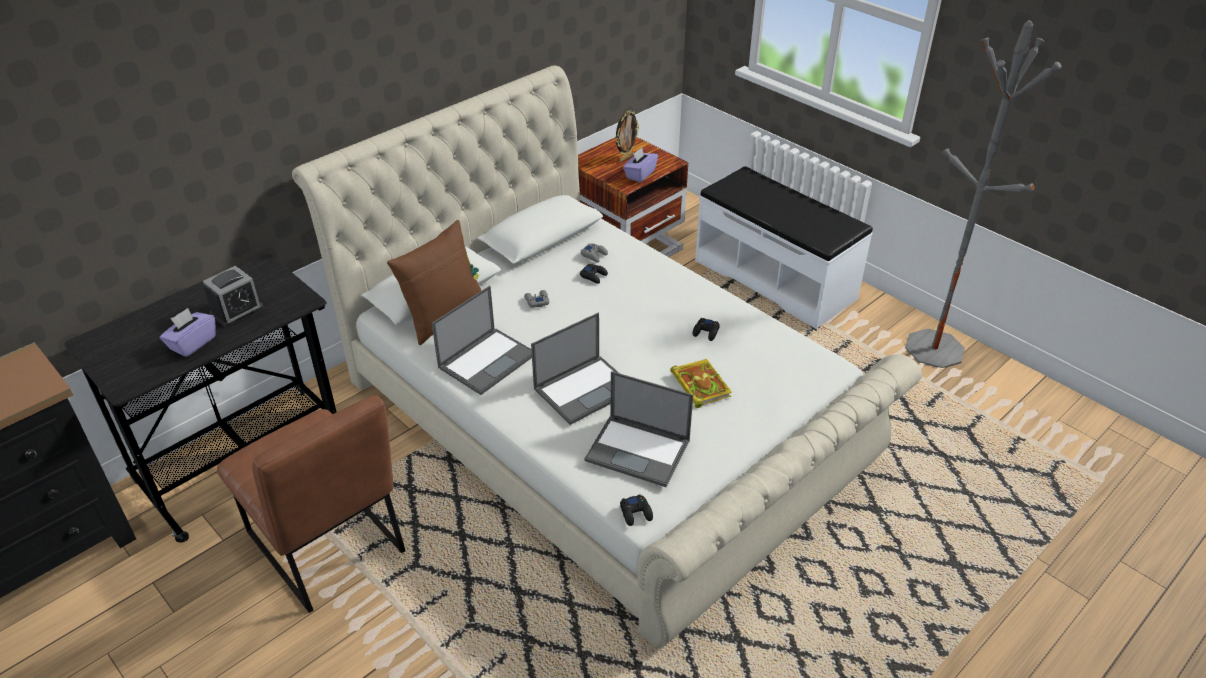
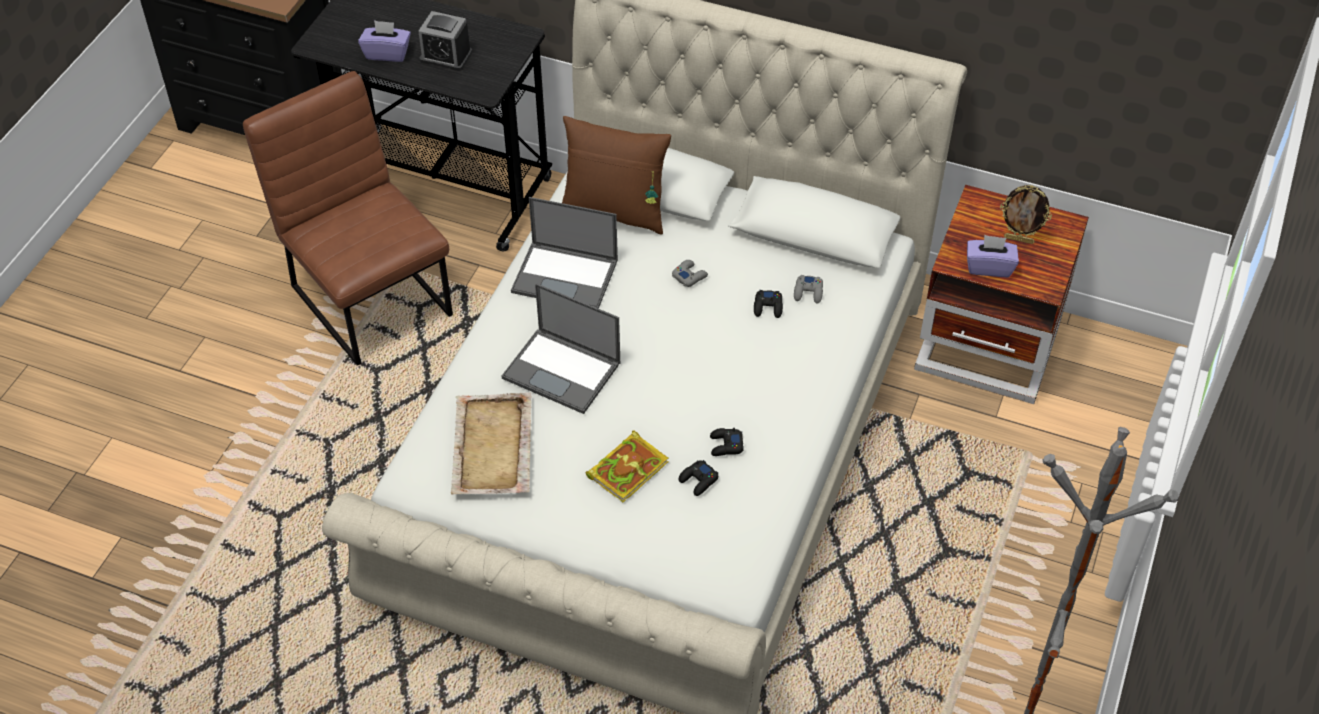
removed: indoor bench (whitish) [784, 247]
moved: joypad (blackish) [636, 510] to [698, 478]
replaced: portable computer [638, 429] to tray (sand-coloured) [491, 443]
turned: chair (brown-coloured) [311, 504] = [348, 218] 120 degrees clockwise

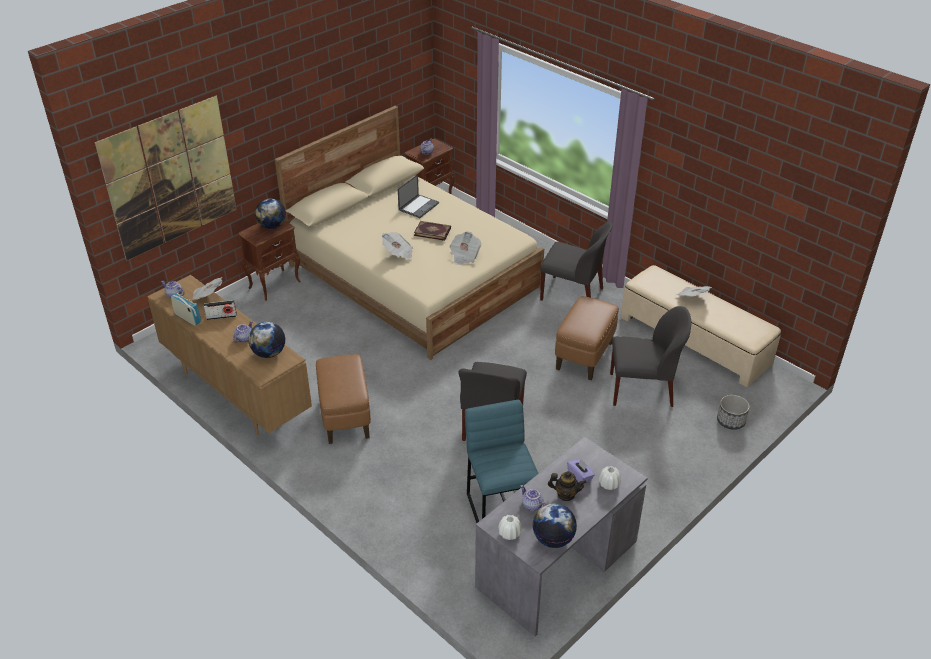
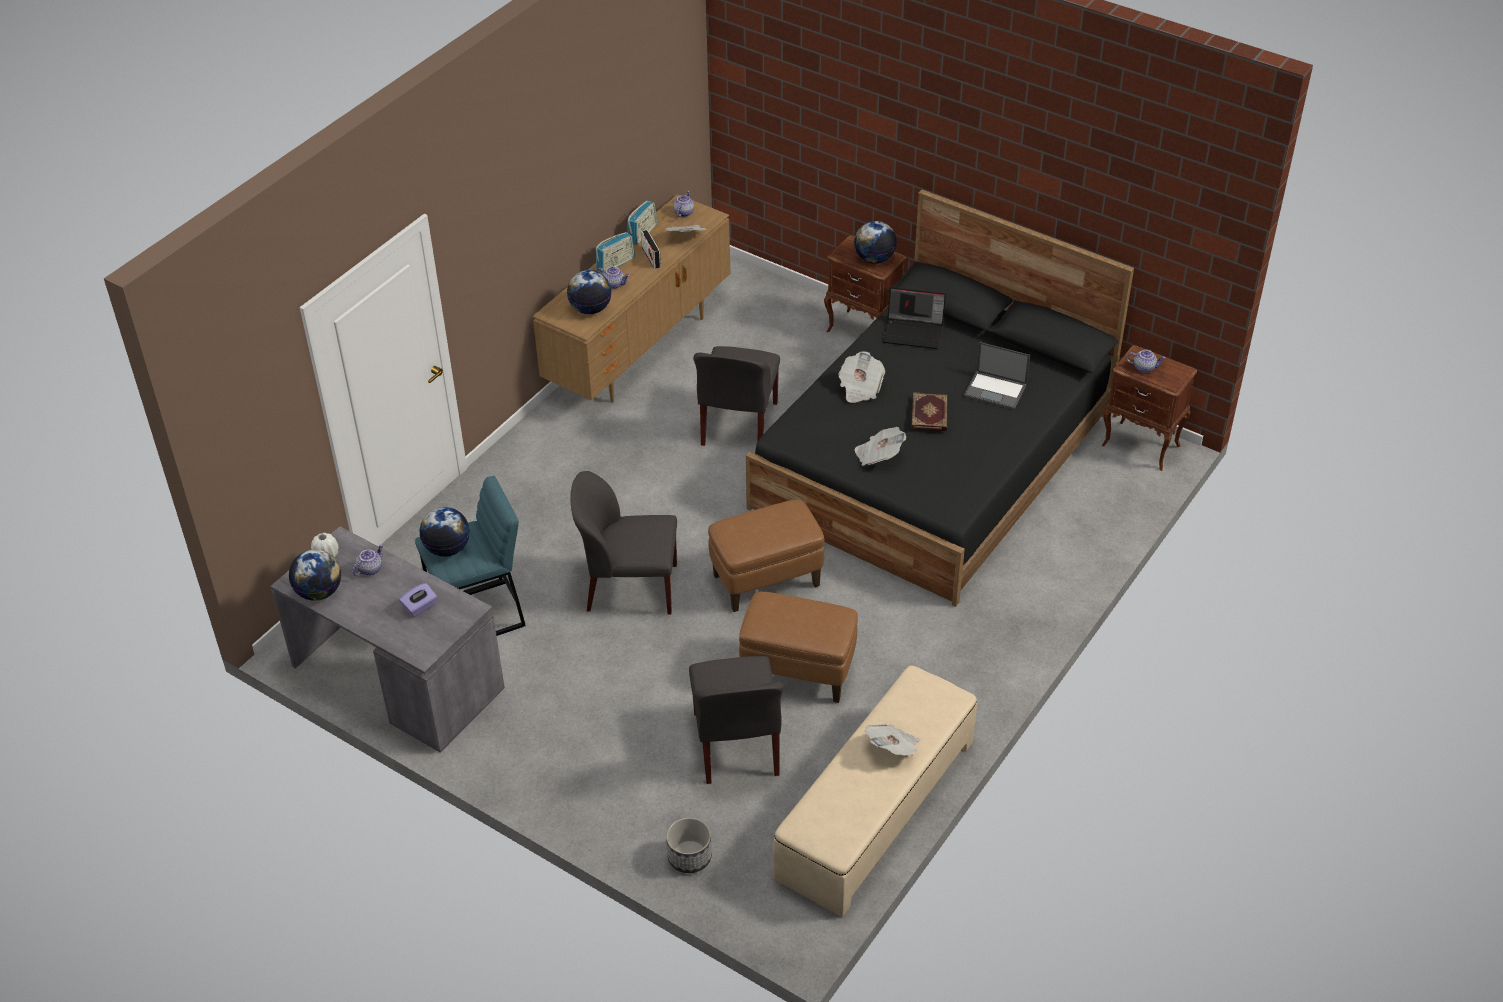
removed: wall art [166, 178]; teapot [567, 486]; vase (whitish) [610, 478]
added: desk globe [444, 532]; radio receiver [615, 253]; portable computer [914, 318]
moved: footrest (brown-coloured) [343, 399] to [766, 555]; chair (grey) [576, 261] to [736, 396]
recoloured: sleeping bed (sand-coloured) [409, 233] to sleeping bed (blackish) [940, 398]

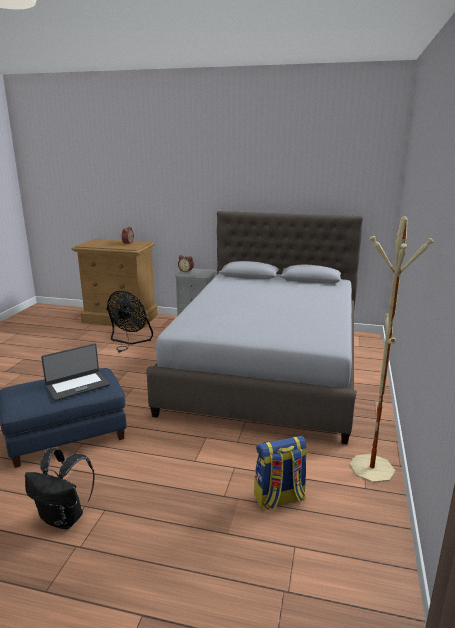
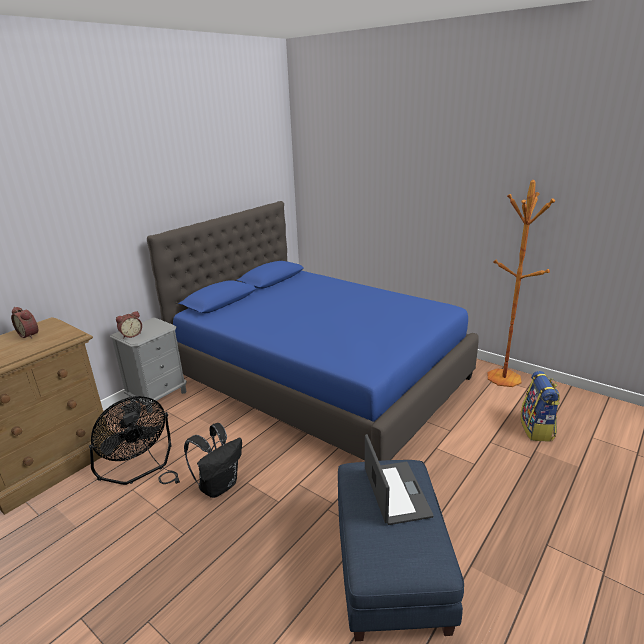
moved: rucksack (blackish) [60, 488] to [213, 460]
recoloured: sleeping bed (grey) [254, 327] to sleeping bed (bluish) [313, 331]; garment rack (sand-coloured) [391, 349] to garment rack (orangey) [521, 283]

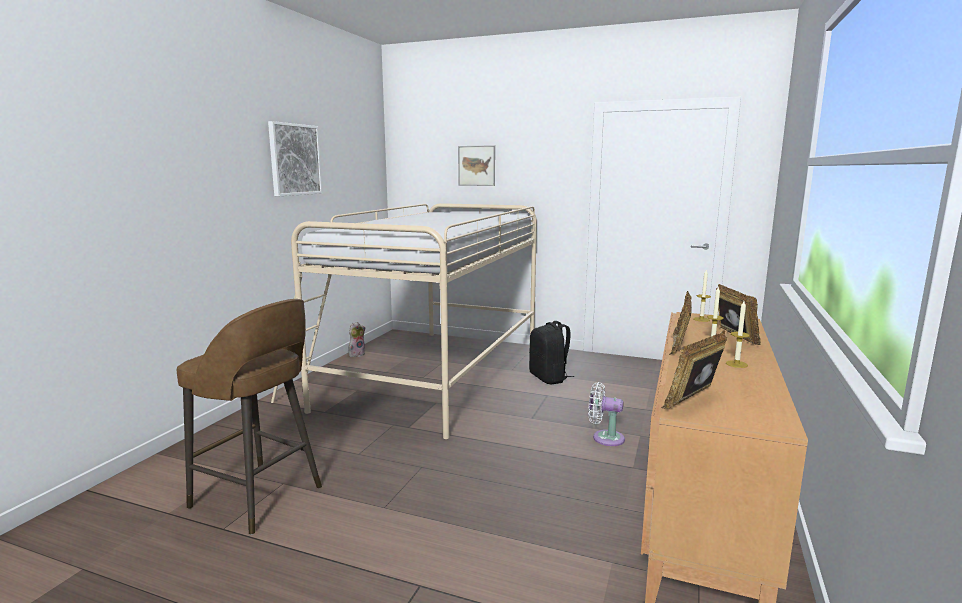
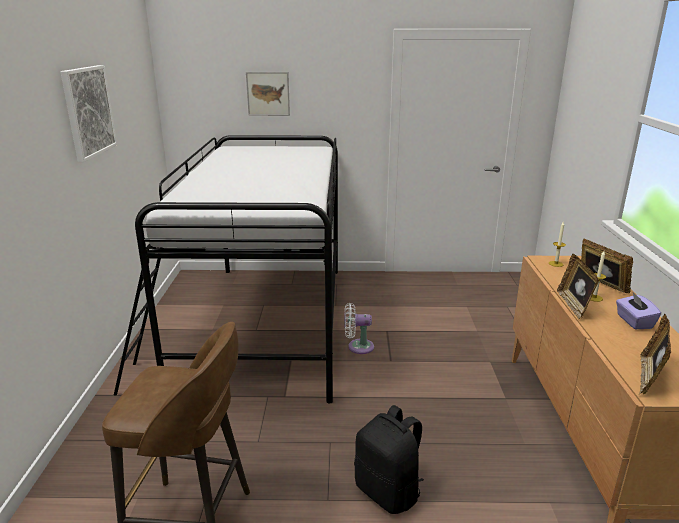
removed: soft toy [357, 339]
moved: rucksack (blackish) [551, 352] to [389, 459]; cooling fan (whitish) [606, 414] to [359, 328]
replaced: wax candle [738, 334] to tissue holder (purplish) [638, 310]
recoloured: sleeping bed (sand-coloured) [404, 321] to sleeping bed (blackish) [226, 269]

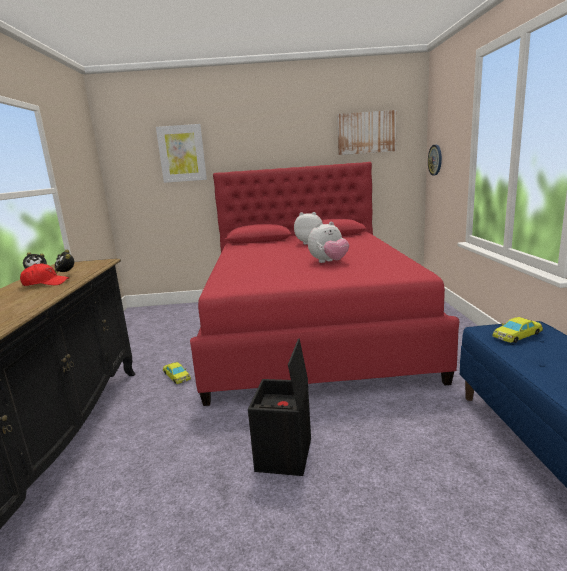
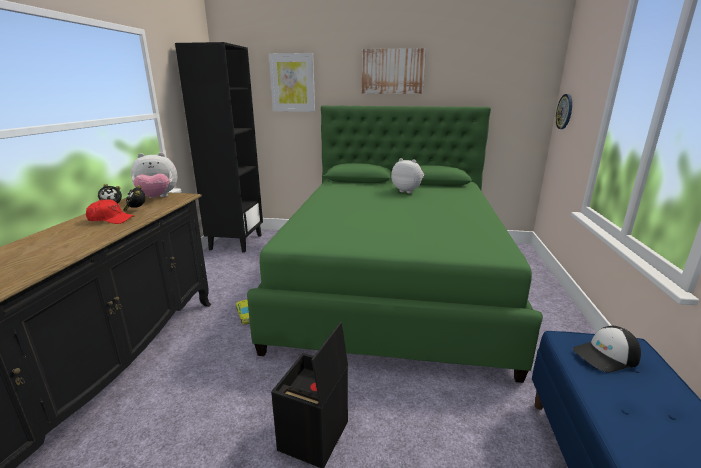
added: shelving unit (blackish) [219, 147]
moved: soft toy [328, 242] to [154, 175]; wall art [366, 132] to [394, 71]
replaced: miniature car (yellowish) [518, 330] to cap [607, 349]
recoloured: sleeping bed (red) [325, 284] to sleeping bed (green) [395, 244]

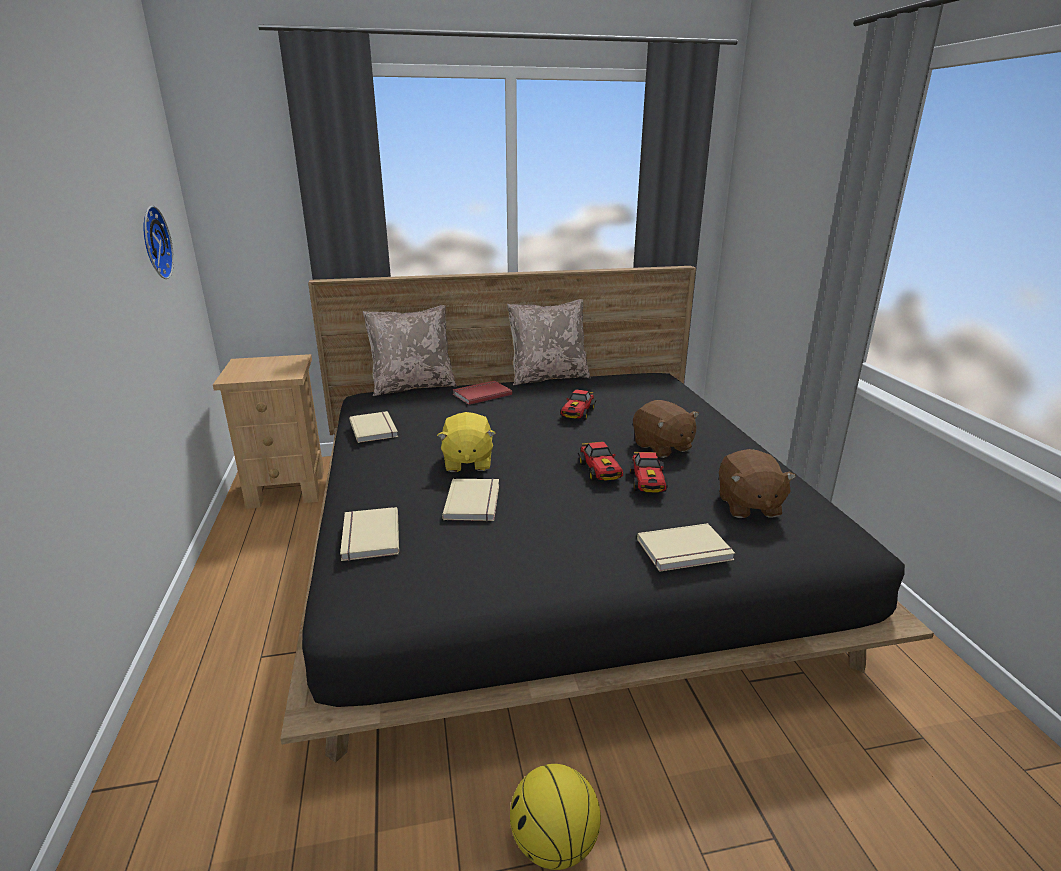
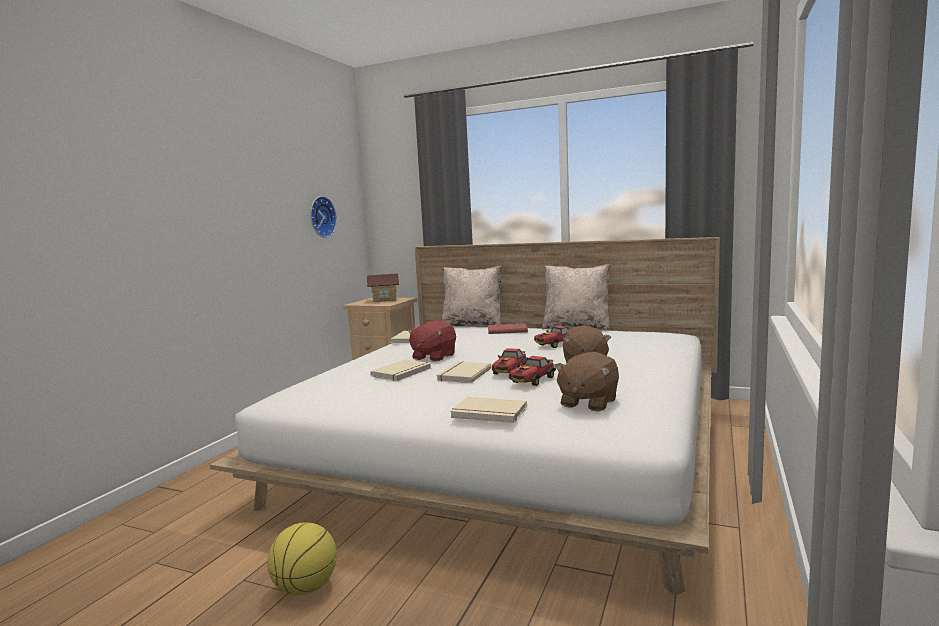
added: miniature house [383, 287]
moved: volume (sand-coloured) [369, 534] to [463, 372]
recoloured: sleeping bed (blackish) [607, 514] to sleeping bed (whitish) [465, 416]; soft toy (yellowish) [466, 442] to soft toy (red) [431, 341]

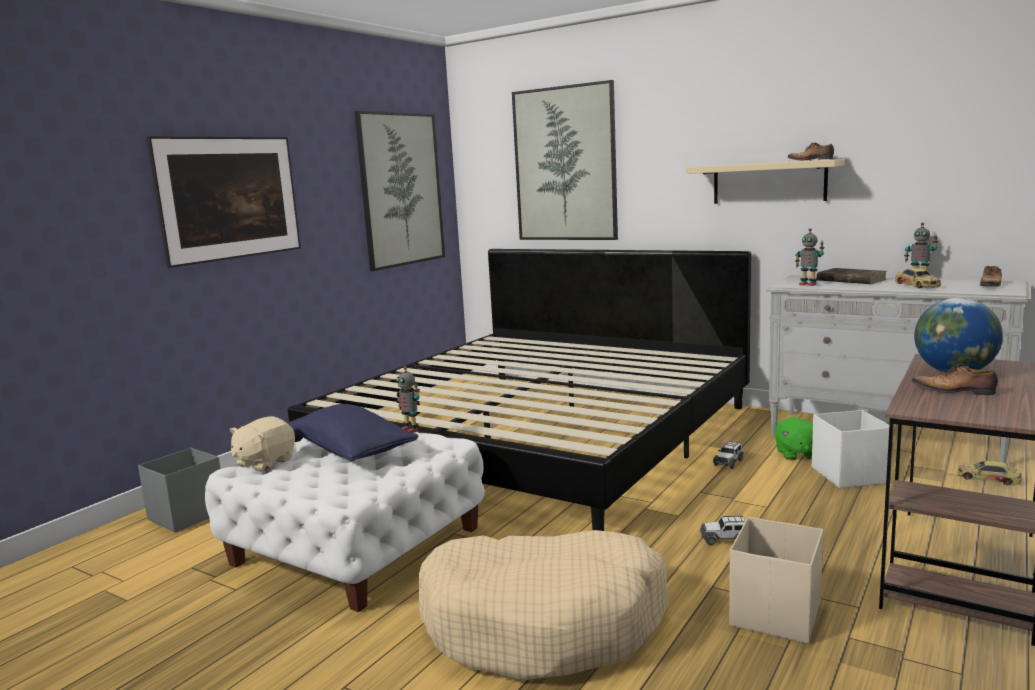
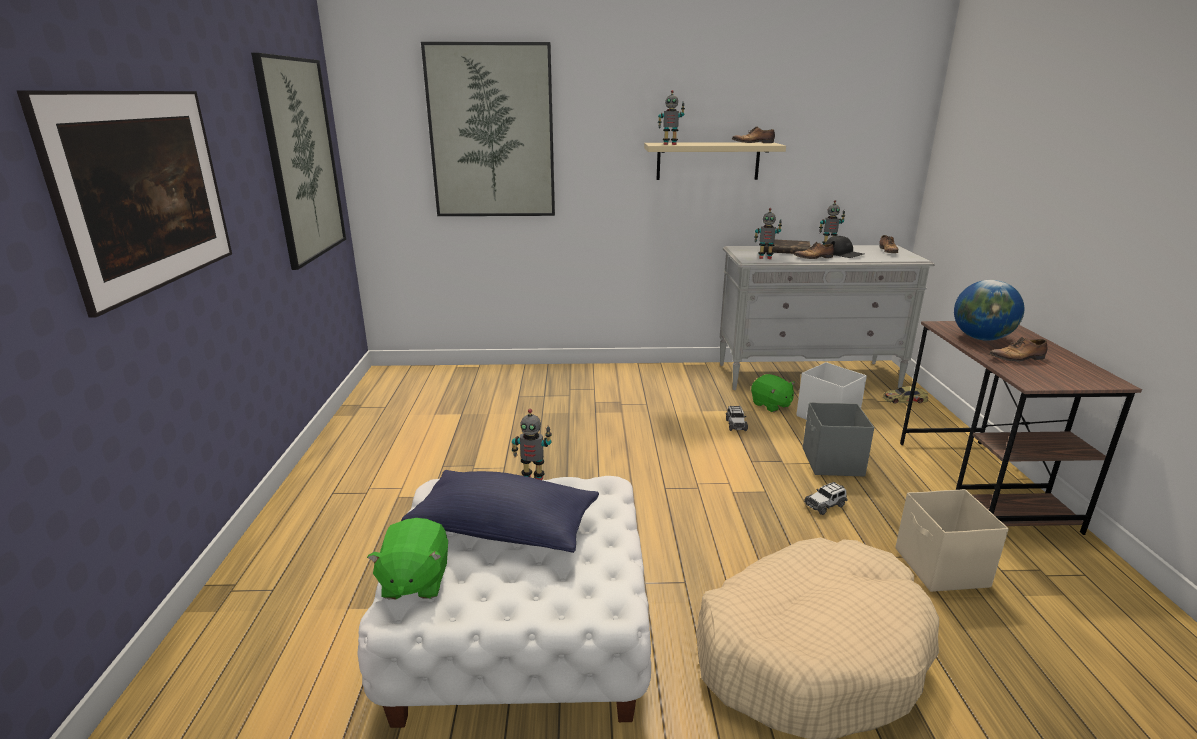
removed: sleeping bed [519, 390]
added: toy robot [671, 117]; shoe [814, 250]
moved: storage bin (grey) [179, 490] to [838, 439]
replaced: miniature car [918, 278] to cap (blackish) [844, 247]
recoloured: soft toy (sand-coloured) [262, 444] to soft toy (green) [407, 558]

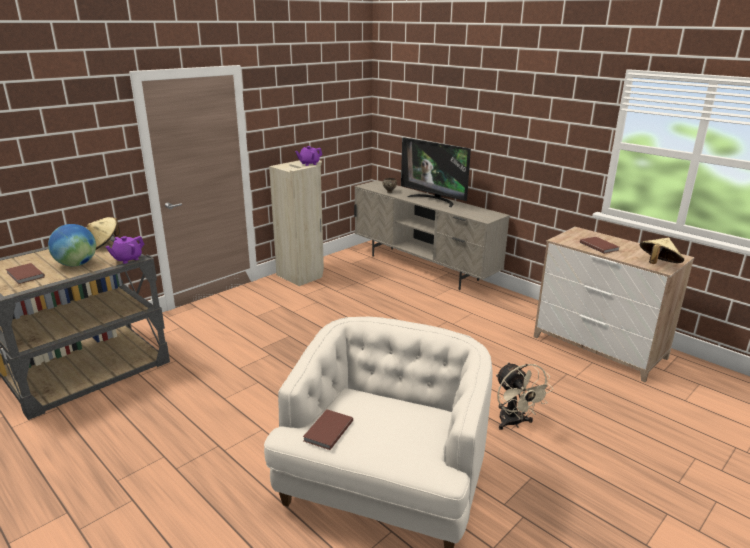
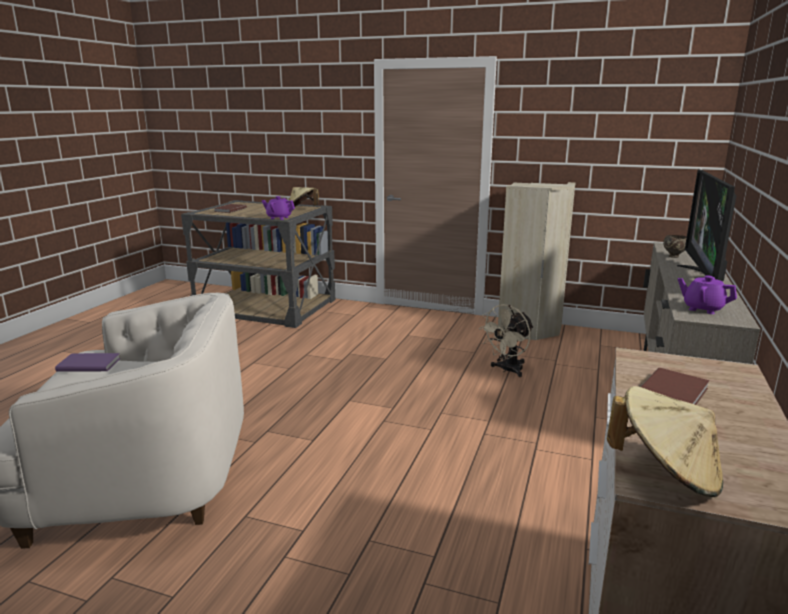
removed: desk globe [72, 245]
moved: teapot (purplish) [309, 156] to [707, 294]; cooling fan (sand-coloured) [524, 396] to [507, 340]
recoloured: volume (brown-coloured) [328, 429] to volume (purplish) [88, 362]

